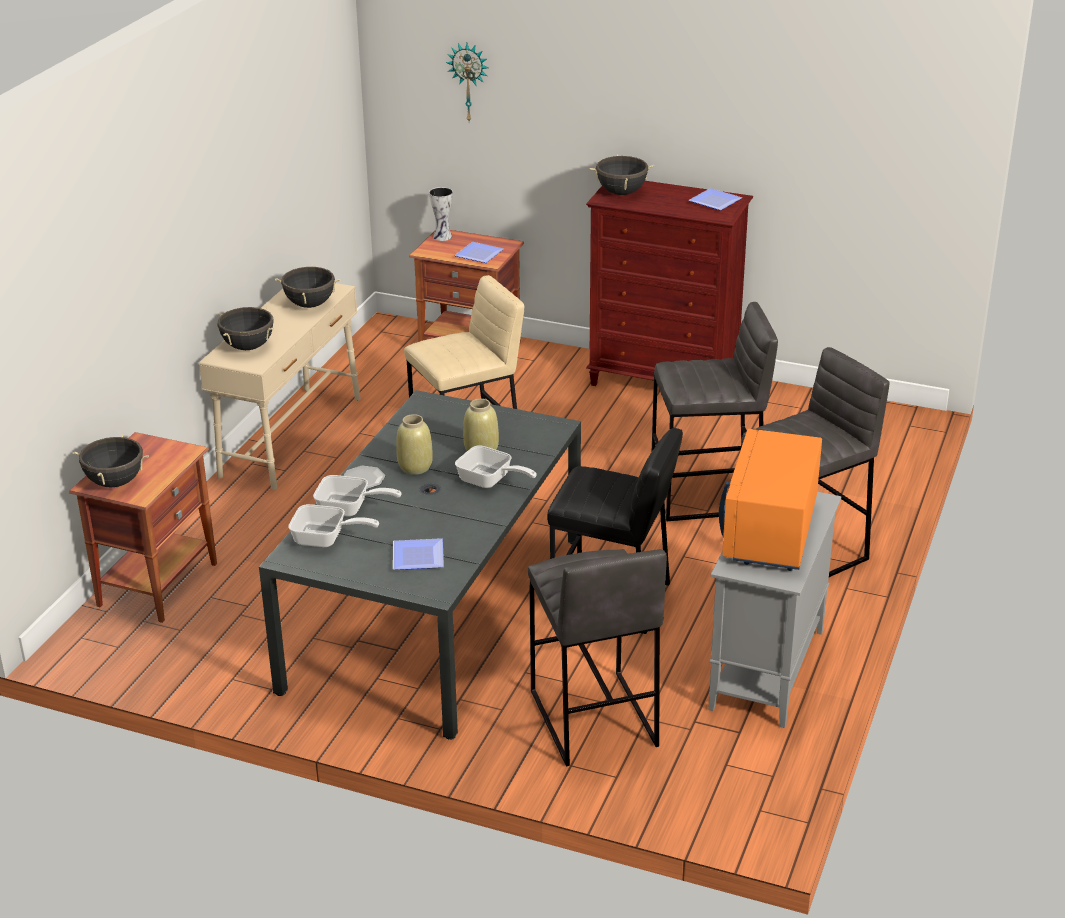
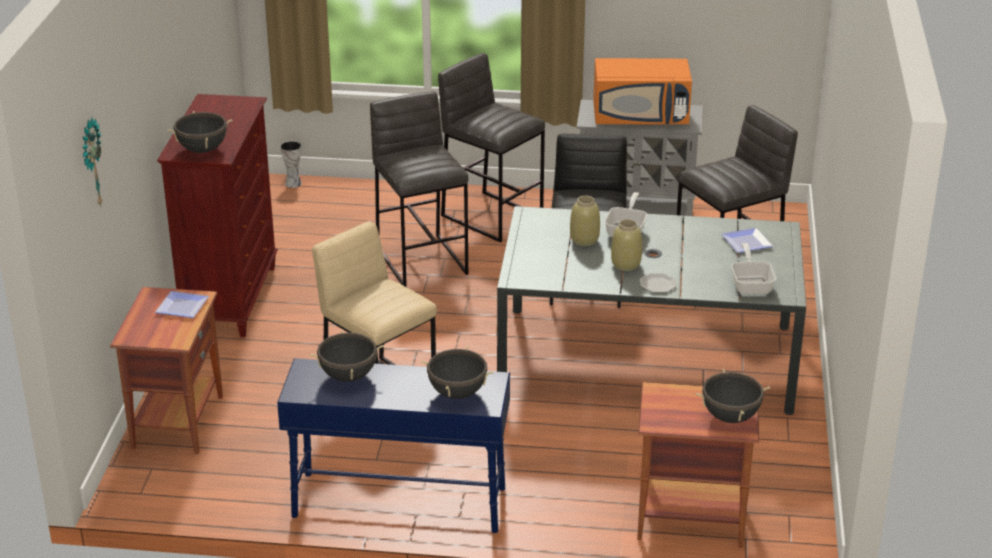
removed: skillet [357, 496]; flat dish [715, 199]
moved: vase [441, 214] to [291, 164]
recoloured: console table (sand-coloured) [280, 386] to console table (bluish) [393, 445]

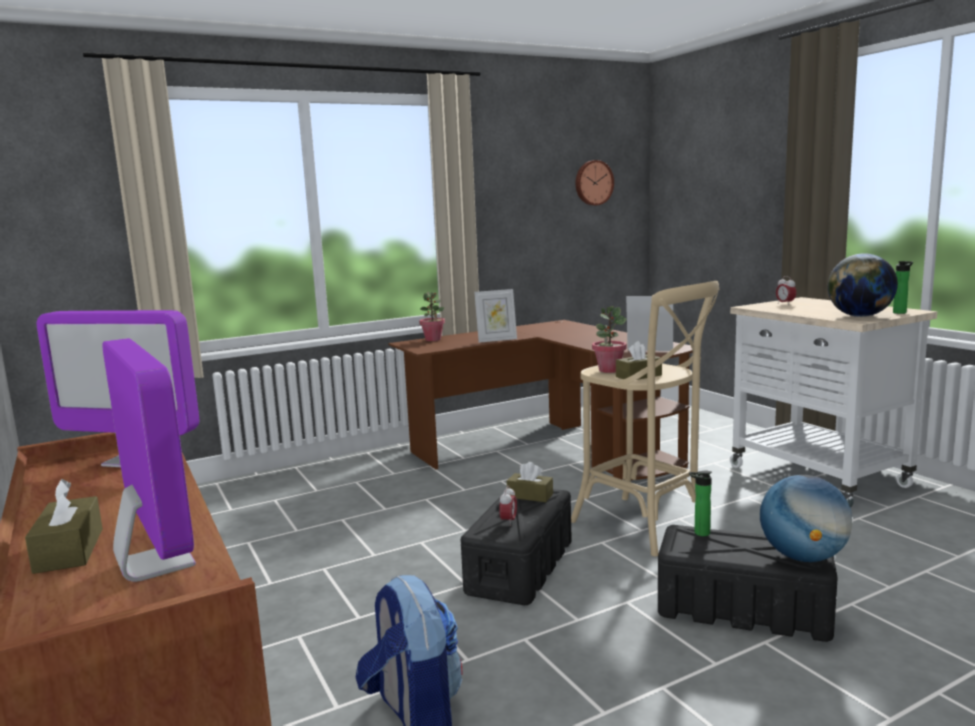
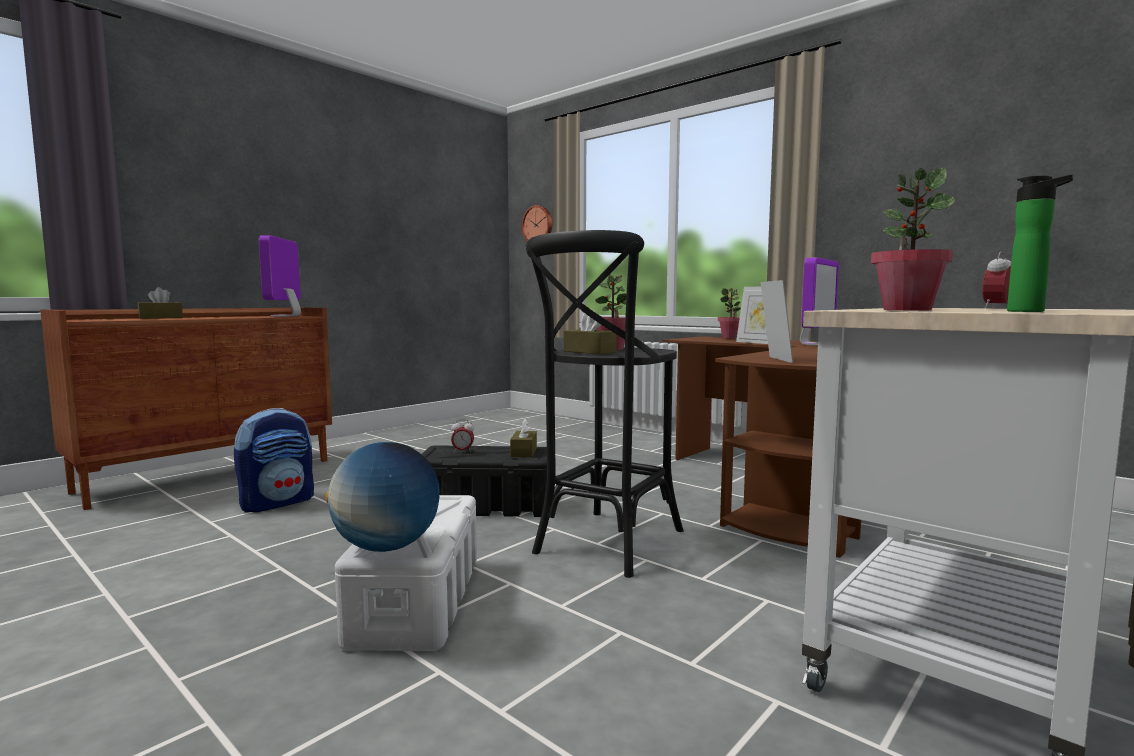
removed: bottle [700, 503]
moved: computer display [149, 460] to [819, 301]; wall clock [595, 183] to [537, 223]
replaced: desk globe [863, 285] to plant in a pot [913, 239]
recoloured: stool (sand-coloured) [645, 418] to stool (blackish) [605, 404]; storage bin (blackish) [748, 583] to storage bin (whitish) [406, 573]

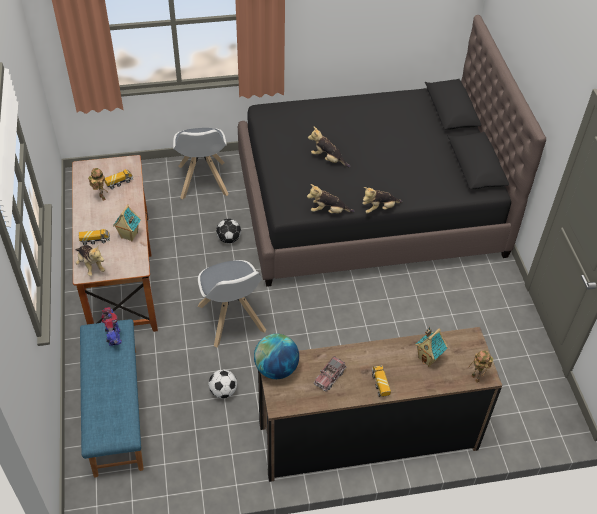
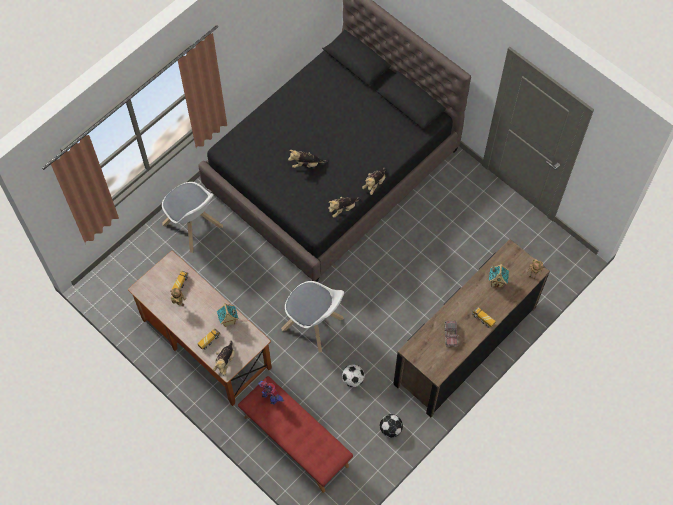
removed: desk globe [276, 356]
moved: ball for football [228, 231] to [391, 426]
recoloured: indoor bench (bluish) [112, 398] to indoor bench (red) [295, 434]
turned: soft toy [90, 260] = [224, 357] 90 degrees clockwise

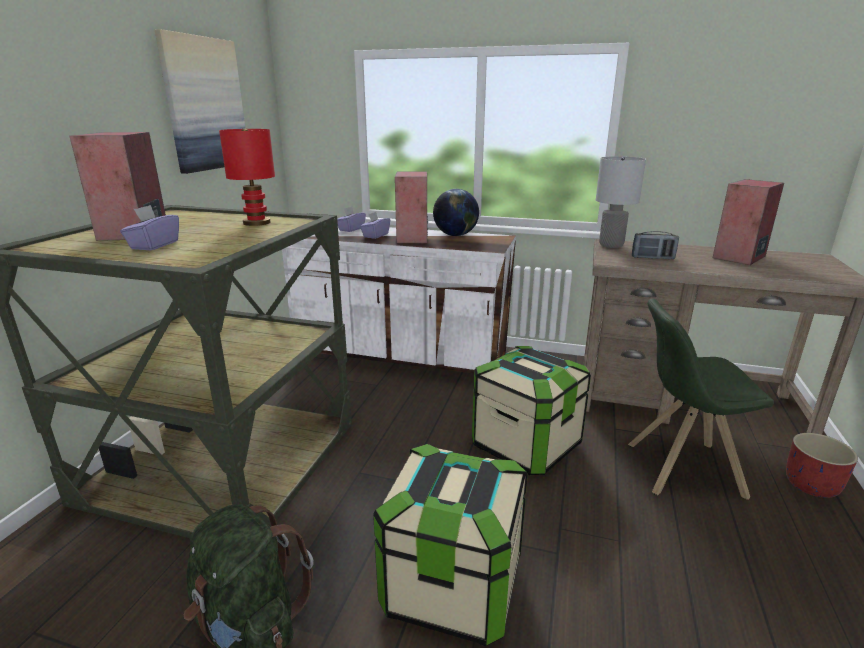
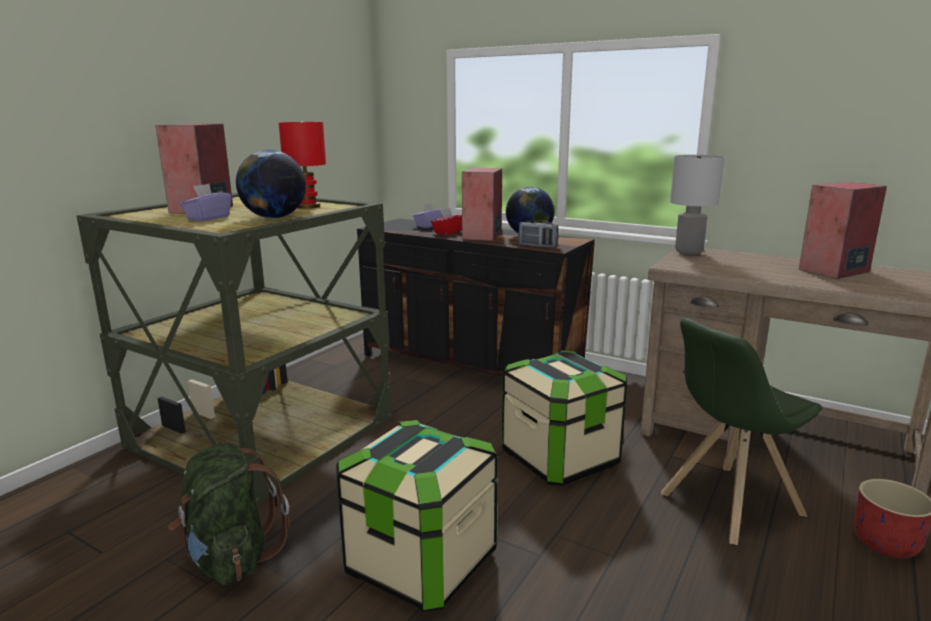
removed: wall art [200, 101]
added: desk globe [271, 184]
moved: radio receiver [655, 245] to [538, 234]
recoloured: cupboard (whitish) [399, 300] to cupboard (blackish) [476, 297]; tissue holder (purplish) [375, 225] to tissue holder (red) [446, 221]
turned: chair (green) [701, 399] = [741, 431] 45 degrees counterclockwise

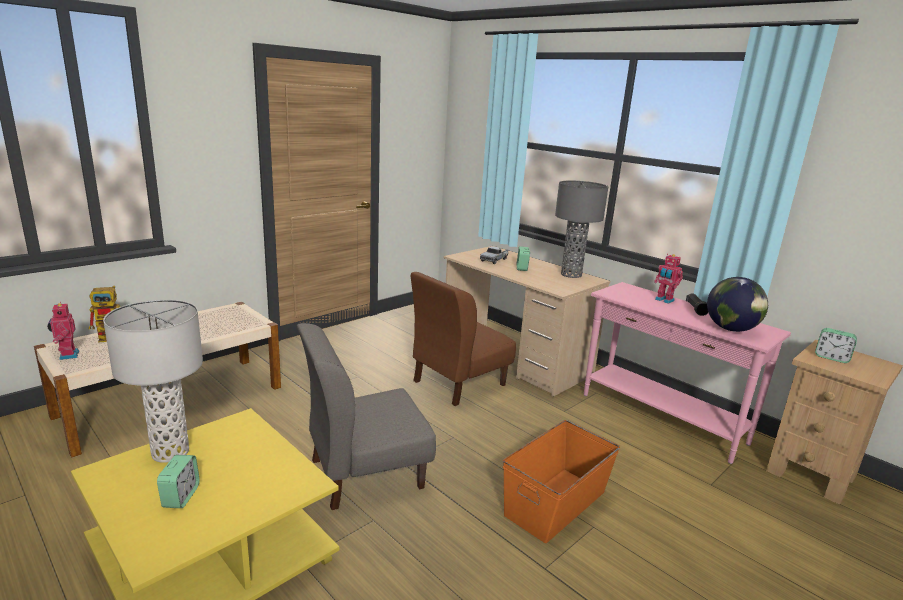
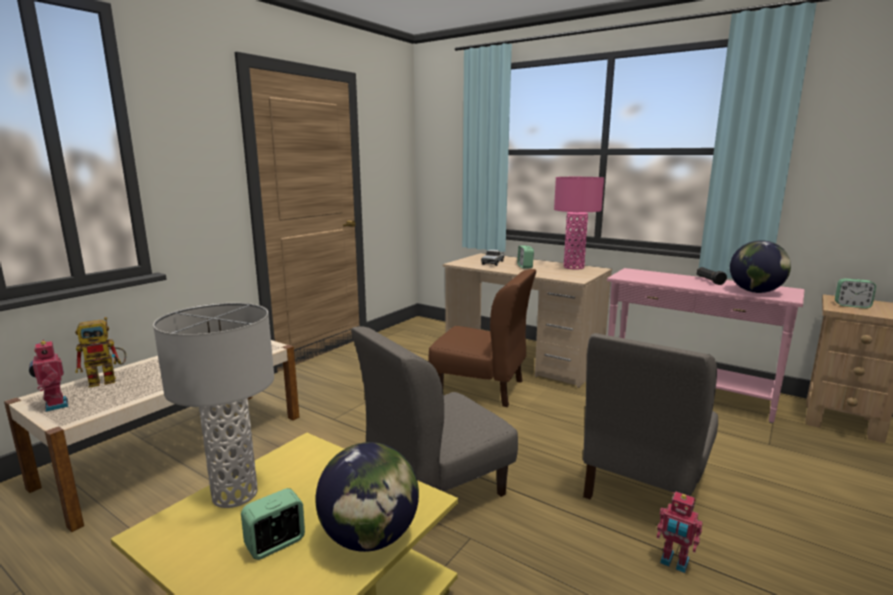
added: desk globe [367, 497]
moved: toy robot [668, 279] to [679, 532]
replaced: storage bin (orangey) [561, 481] to chair (grey) [650, 416]
recoloured: table lamp (grey) [581, 229] to table lamp (pink) [579, 223]
turned: table clock [178, 481] = [273, 524] 120 degrees counterclockwise; chair (brown-coloured) [463, 339] = [482, 338] 105 degrees counterclockwise

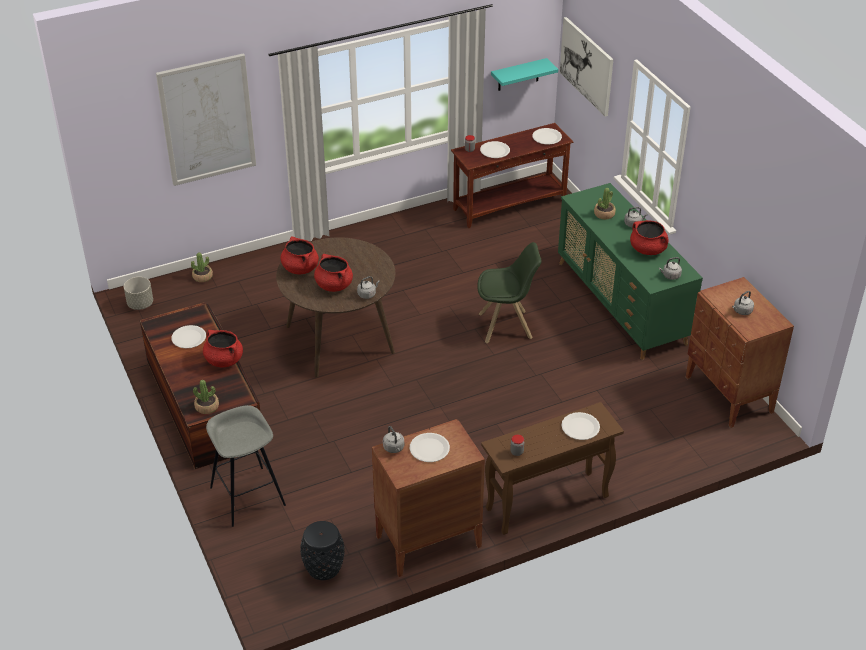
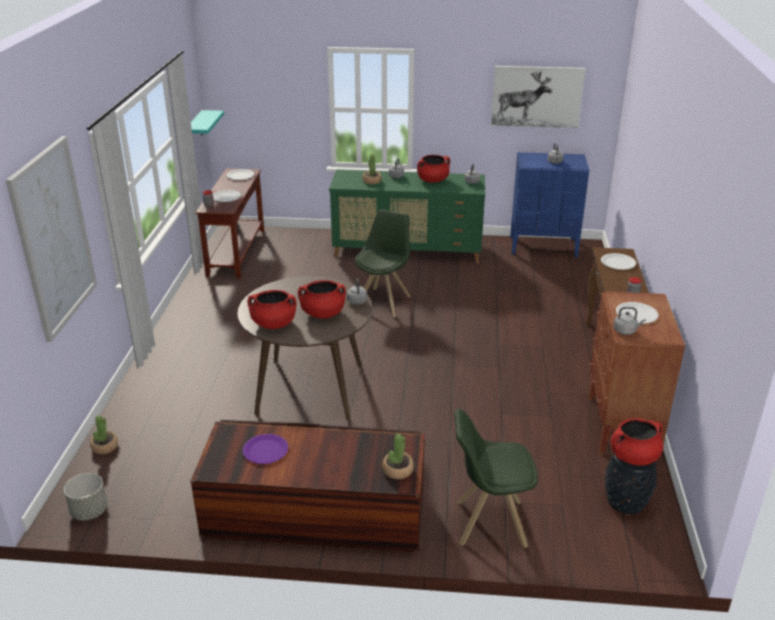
moved: cooking pot (red) [223, 348] to [637, 442]; wall art [586, 67] to [538, 97]
replaced: stool (grey) [246, 466] to chair (green) [496, 478]
recoloured: flat dish (whitish) [188, 336] to flat dish (purplish) [265, 449]; chest of drawers (brown-coloured) [740, 352] to chest of drawers (bluish) [549, 204]

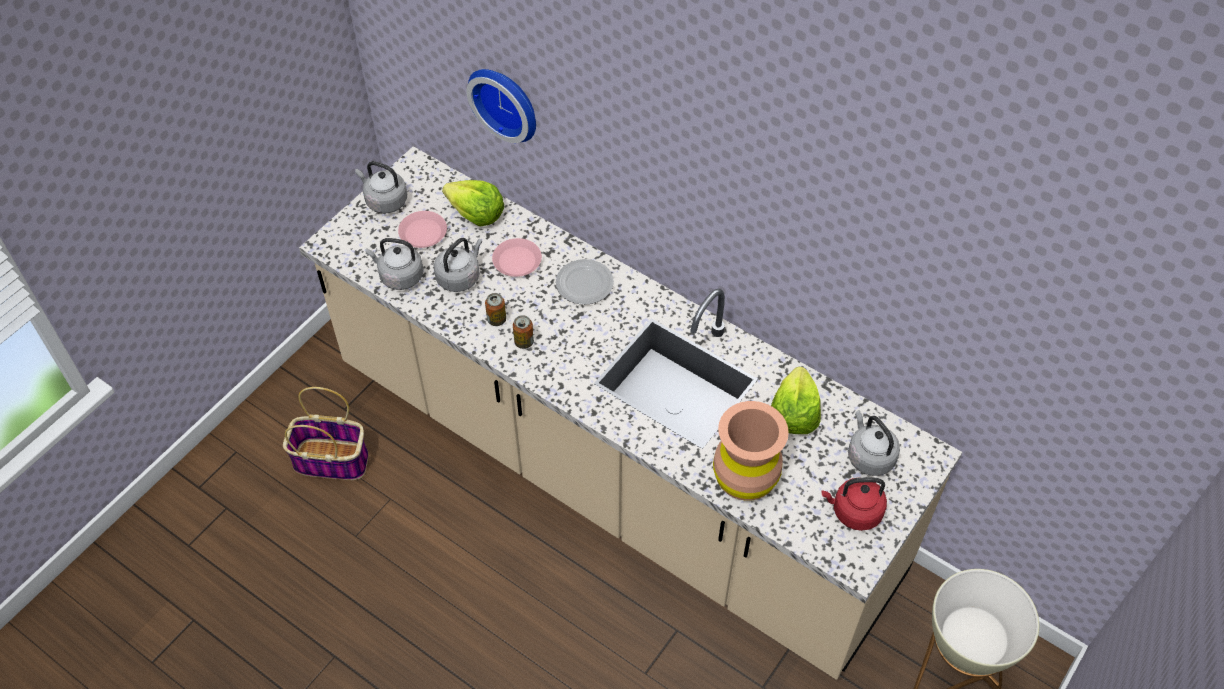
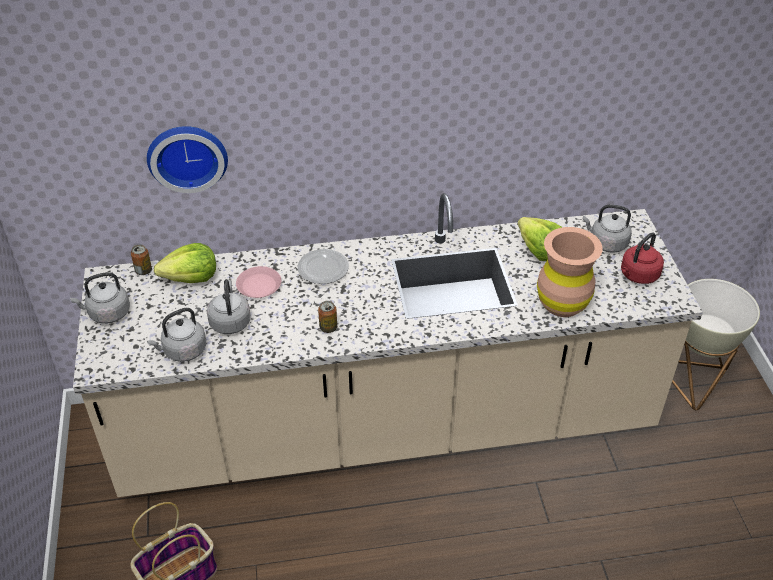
removed: flat dish (pink) [422, 229]
moved: can [495, 309] to [141, 260]

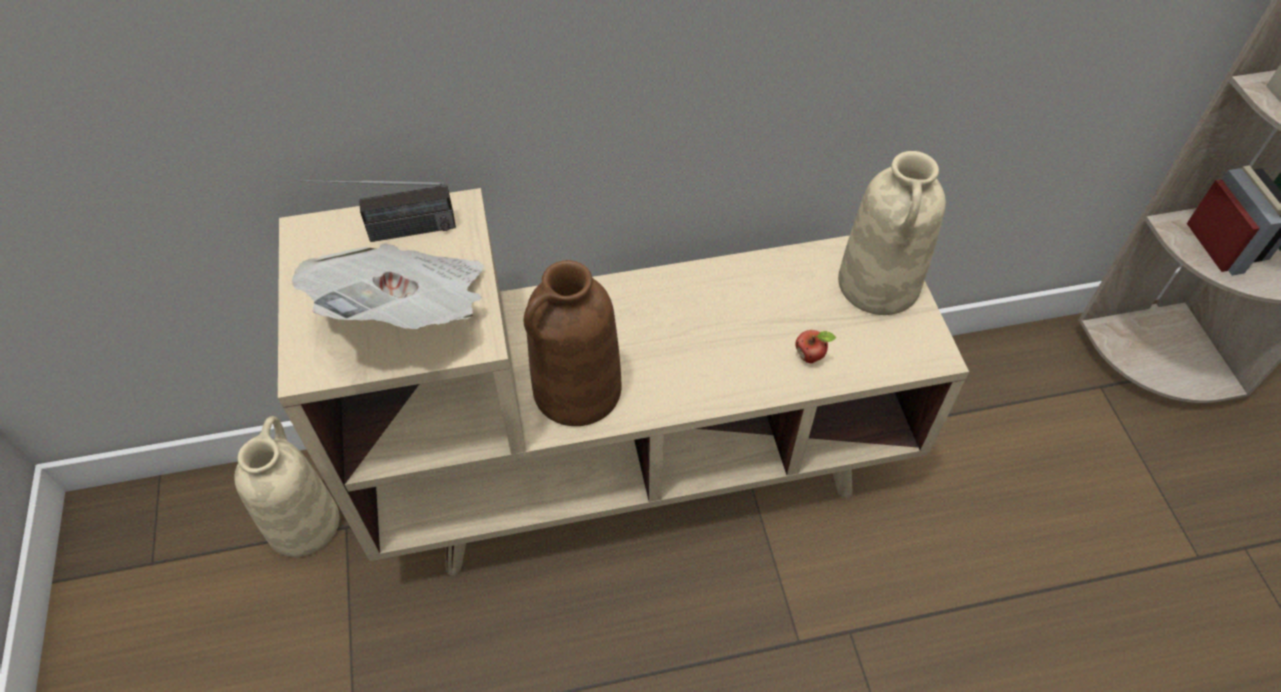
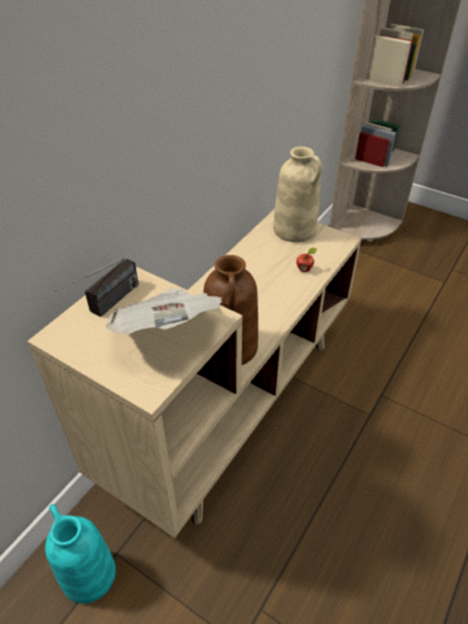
recoloured: vase (sand-coloured) [286, 486] to vase (turquoise) [80, 554]

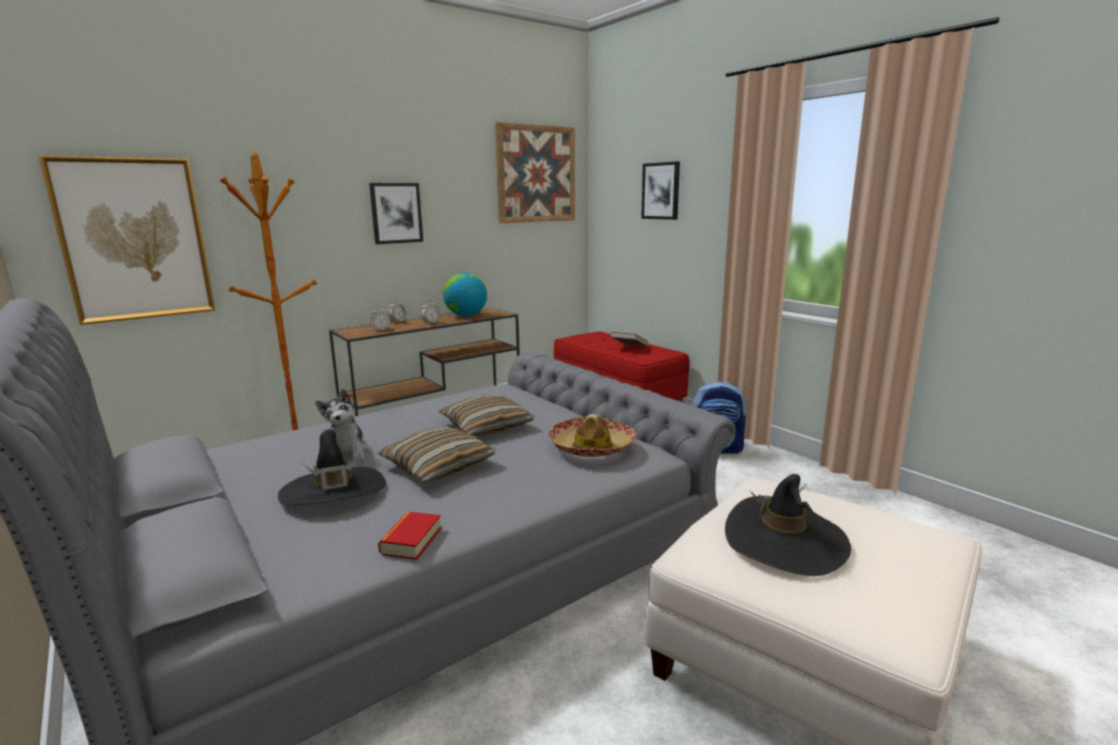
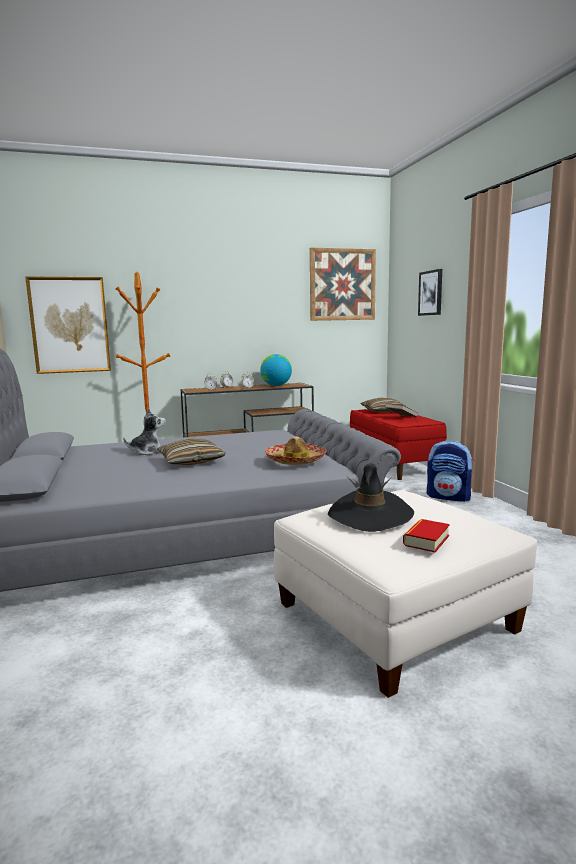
removed: hat (blackish) [332, 467]; wall art [396, 213]
moved: volume [410, 536] to [426, 536]; pillow [486, 415] to [382, 405]
turned: soft toy [342, 424] = [144, 431] 120 degrees counterclockwise

